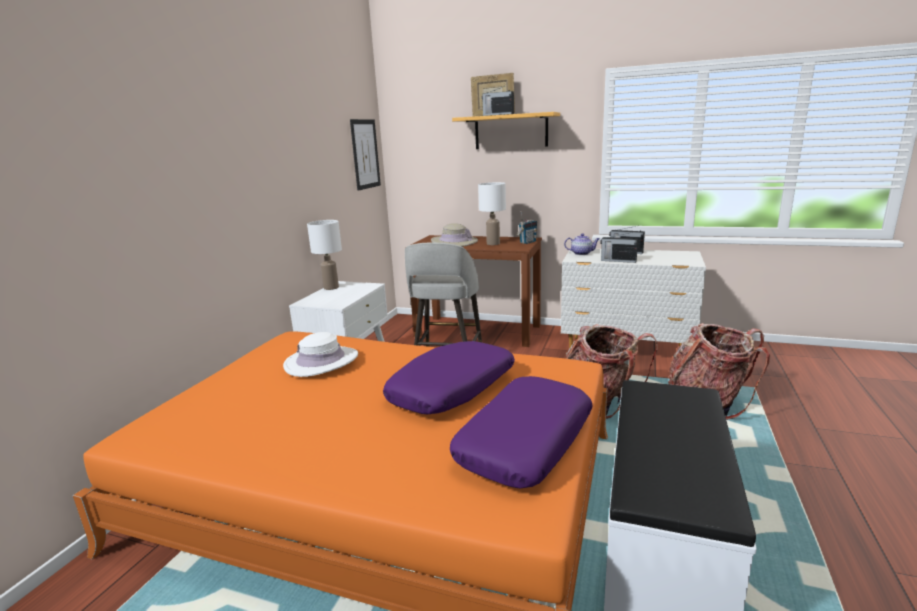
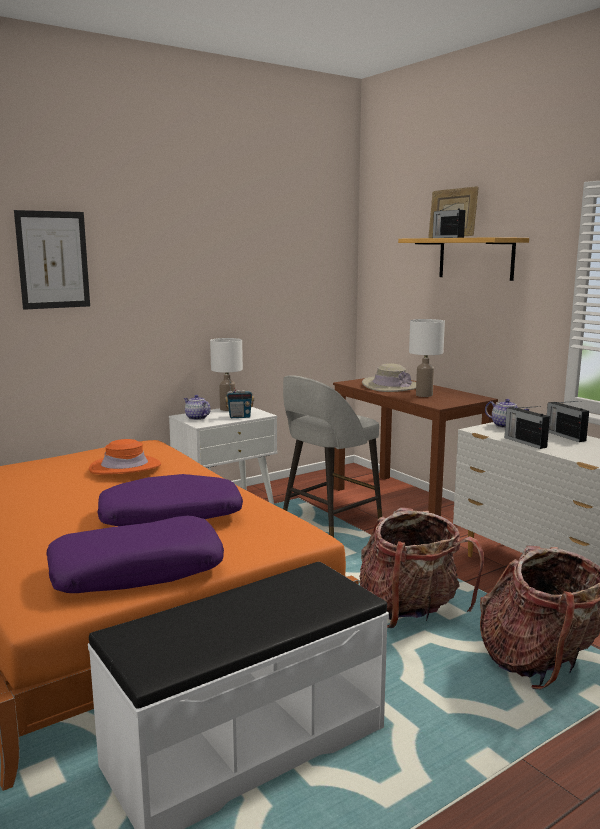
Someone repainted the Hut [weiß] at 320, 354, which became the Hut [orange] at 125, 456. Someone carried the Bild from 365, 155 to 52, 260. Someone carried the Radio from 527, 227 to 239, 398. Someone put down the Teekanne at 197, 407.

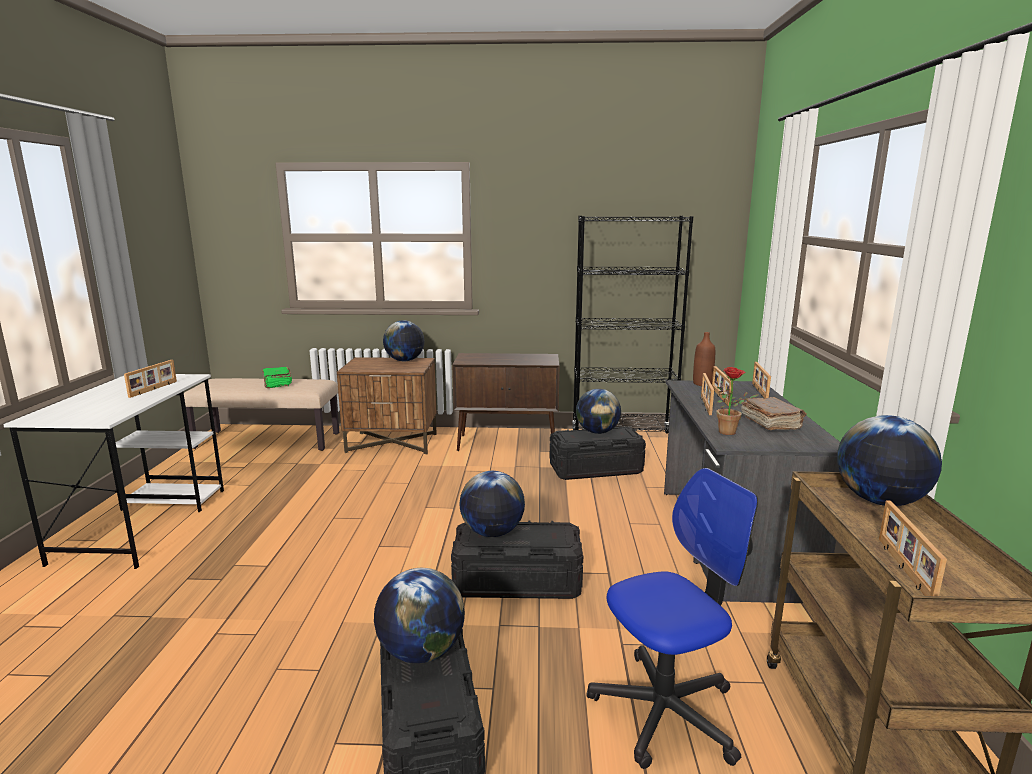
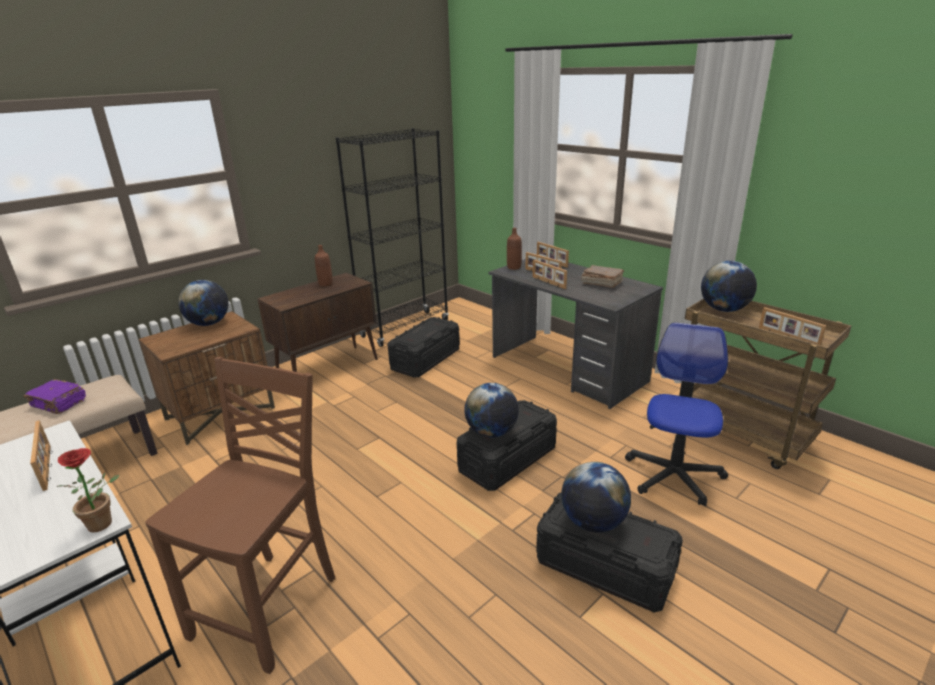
Someone repainted the Buch [grün] at 277, 377, which became the Buch [lila] at 54, 396. Someone took away the Globus at 598, 411. Someone carried the Topfpflanze from 737, 401 to 88, 490. Someone put down the Stuhl [braun] at 240, 515. Someone put down the Flasche [braun] at 324, 265.

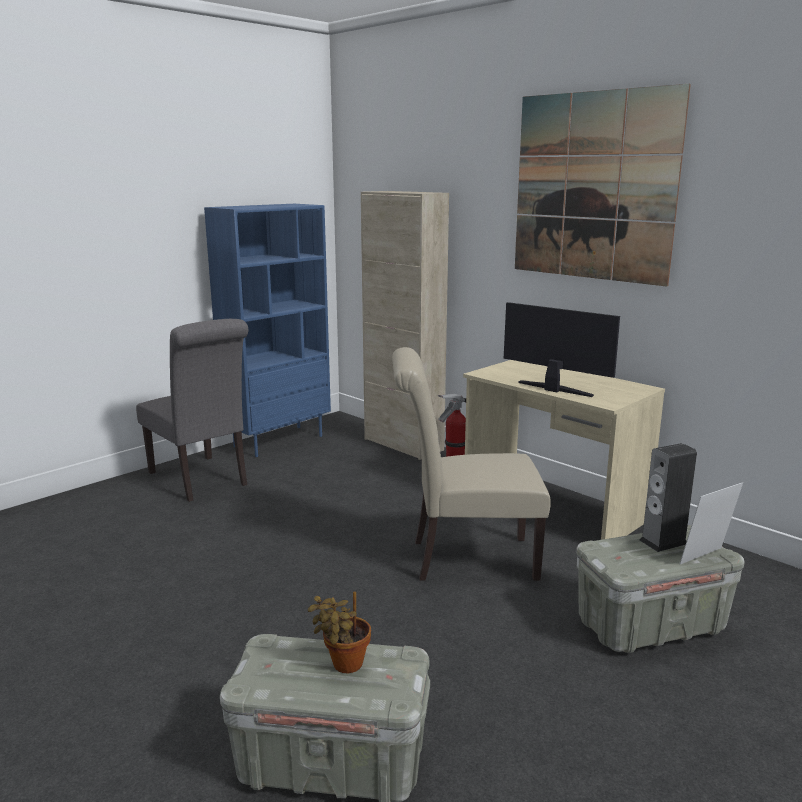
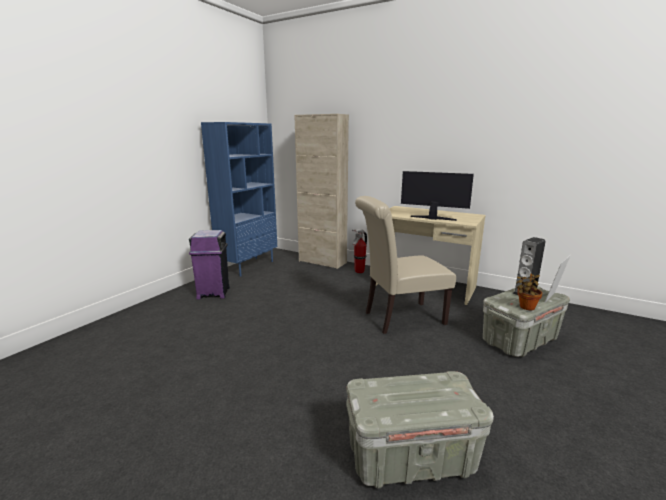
Someone swapped the Stuhl [grau] at 192, 410 for the Mülleimer [lila] at 209, 264. Someone carried the Topfpflanze from 339, 632 to 529, 291. Someone took away the Bild at 603, 185.

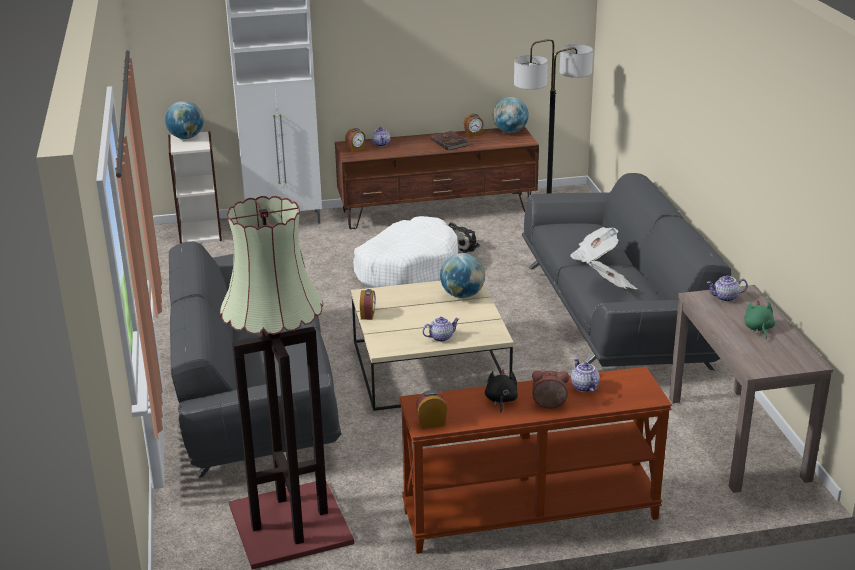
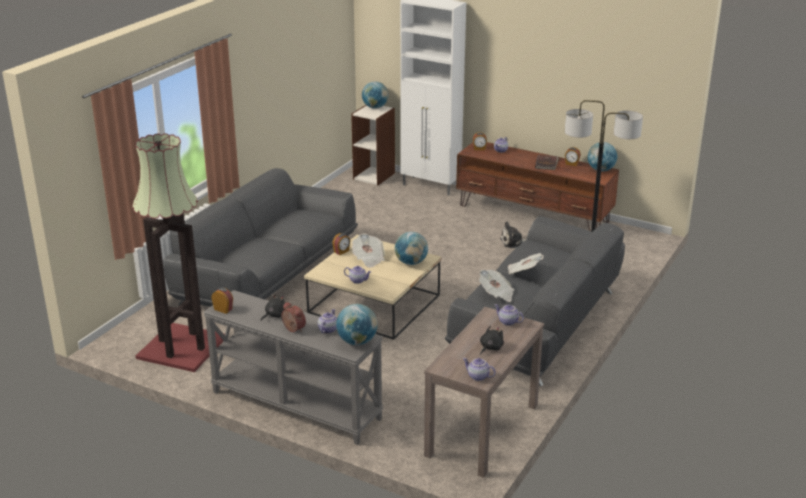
Someone took away the Hundebett [weiß] at 405, 252. Someone repainted the Konsolentisch [braun] at 535, 460, which became the Konsolentisch [grau] at 293, 367. Someone repainted the Plüschtier [grün] at 760, 319, which became the Plüschtier [schwarz] at 492, 340. Someone put down the Globus at 357, 324. Someone put down the Zeitung at 368, 251. Someone put down the Teekanne at 479, 369.

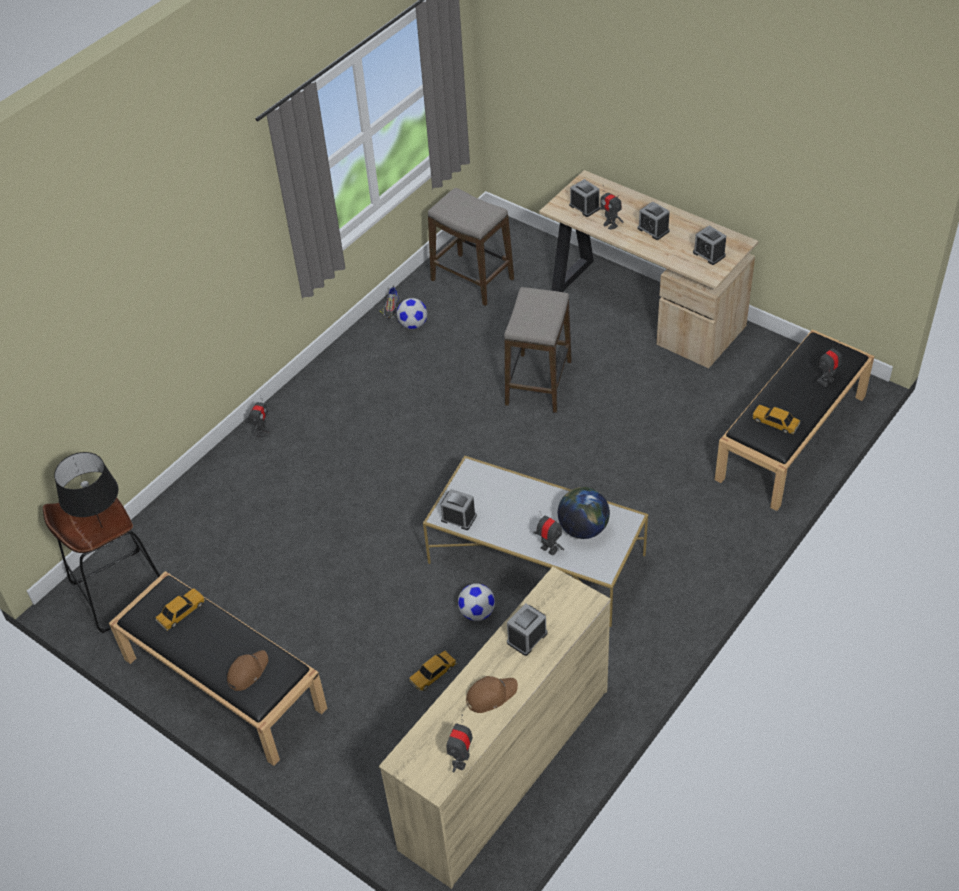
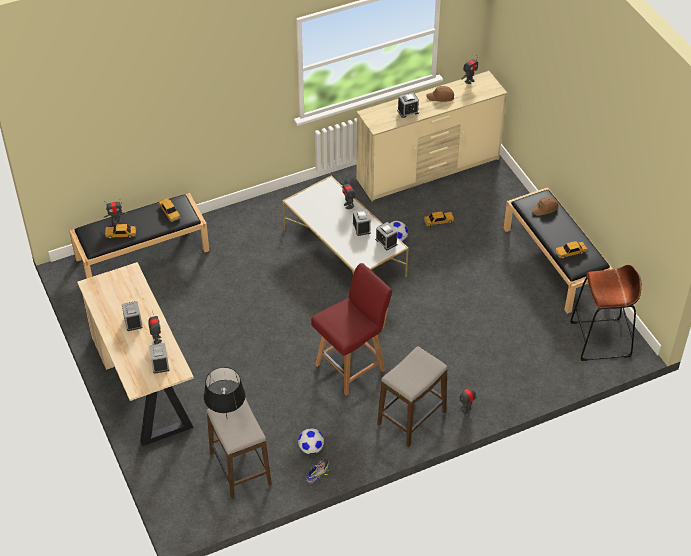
Someone carried the Tischlampe [schwarz] from 86, 490 to 224, 391. Someone carried the Hocker from 538, 350 to 412, 396. Someone took away the Globus at 584, 513. Someone carried the Wecker from 709, 245 to 362, 222. Someone put down the Spielzeugauto at 120, 231. Someone put down the Stuhl [rot] at 351, 329.

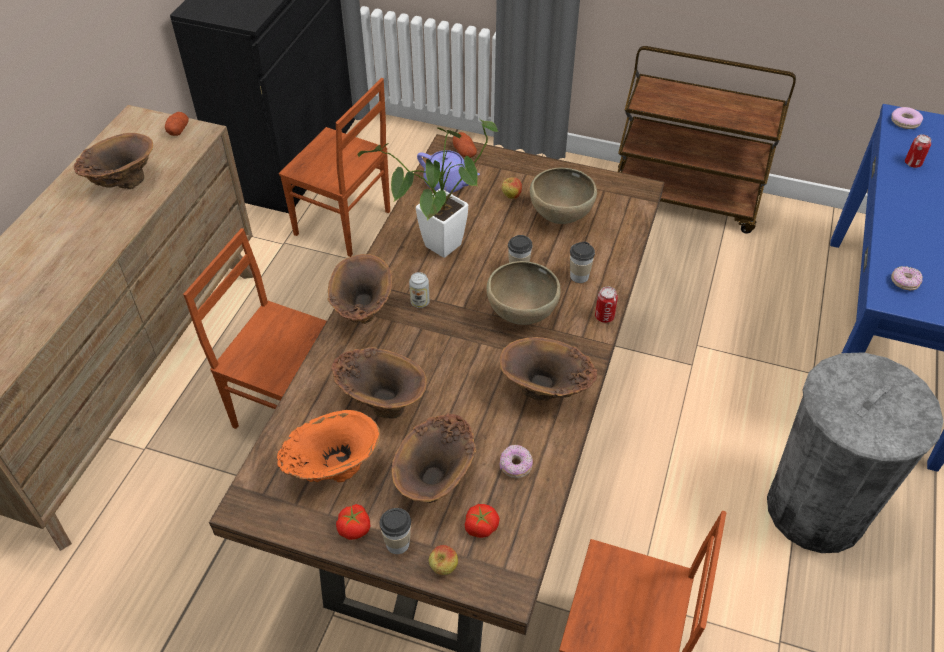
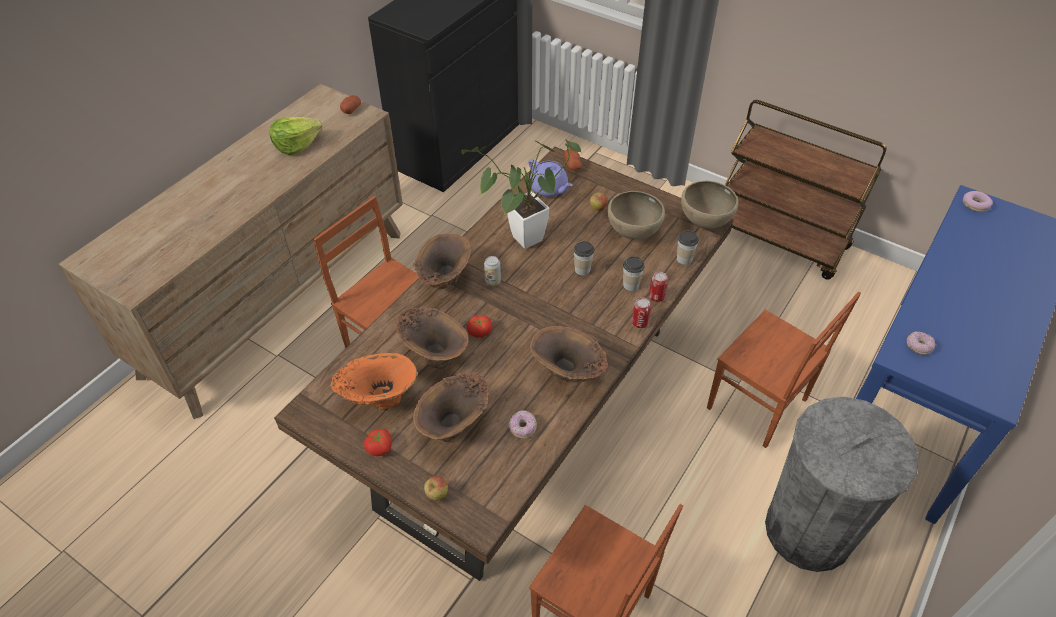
Someone swapped the Vase [braun] at 113, 161 for the Salatkopf at 296, 136. Someone carried the Stuhl [braun] from 334, 167 to 784, 370. Someone carried the Tasse from 395, 531 to 688, 248. Someone carried the Tomate from 482, 521 to 480, 326. Someone carried the Schüssel [braun] from 523, 293 to 710, 204. Someone carried the Dose from 918, 151 to 658, 287.

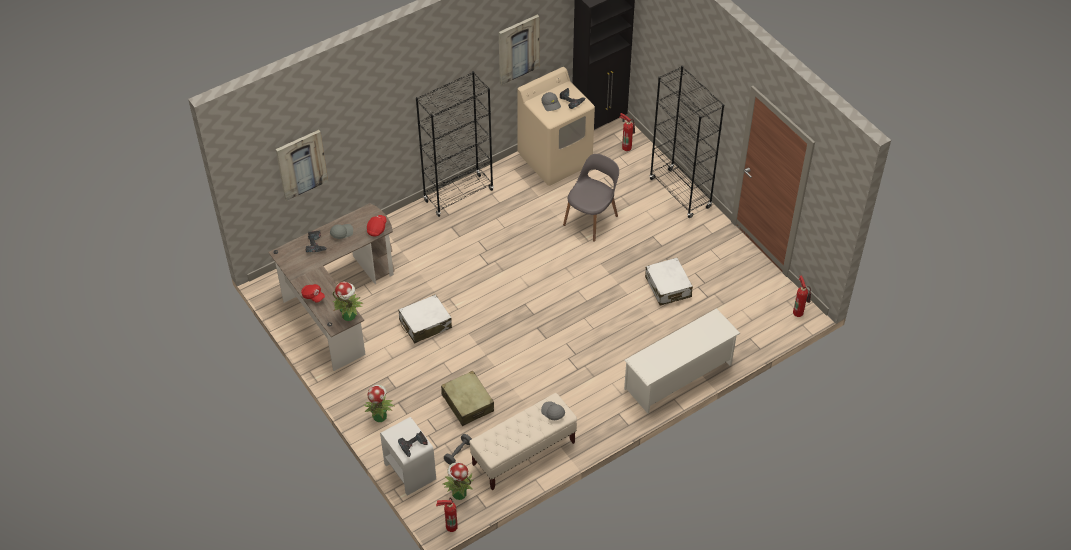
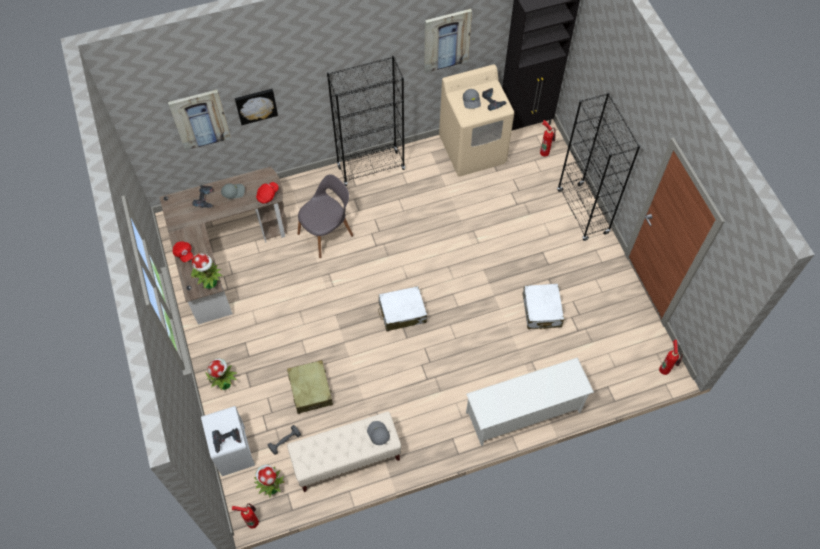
Someone carried the Koffer [weiß] from 425, 318 to 402, 308. Someone carried the Stuhl [grau] from 591, 198 to 325, 216. Someone put up the Bild at 256, 107.

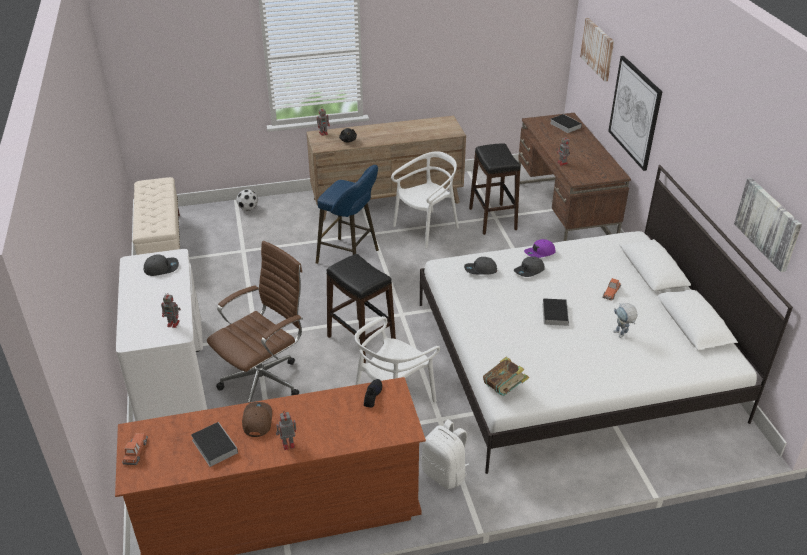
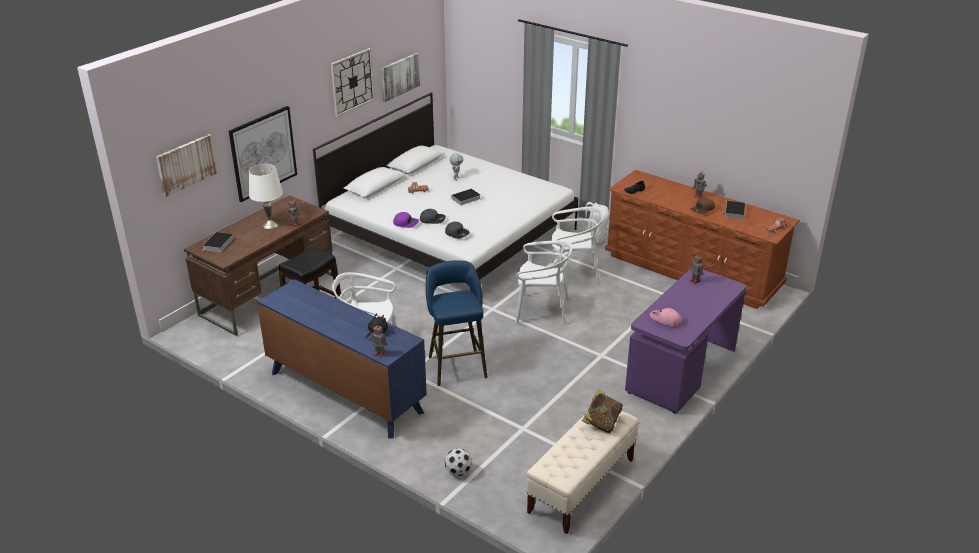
Someone repainted the Schreibtisch [weiß] at 161, 335, which became the Schreibtisch [lila] at 685, 341. Someone repainted the Kappe [grau] at 161, 265, which became the Kappe [rosa] at 665, 317. Someone took away the Bürostuhl [braun] at 255, 322. Someone repainted the Kommode [braun] at 386, 168, which became the Kommode [blau] at 342, 359. Someone swapped the Hocker [schwarz] at 361, 308 for the Stuhl [weiß] at 543, 282. Someone carried the Buch from 506, 376 to 602, 411. Someone put down the Tischlampe [weiß] at 266, 196. Someone put up the Wanduhr at 353, 82.

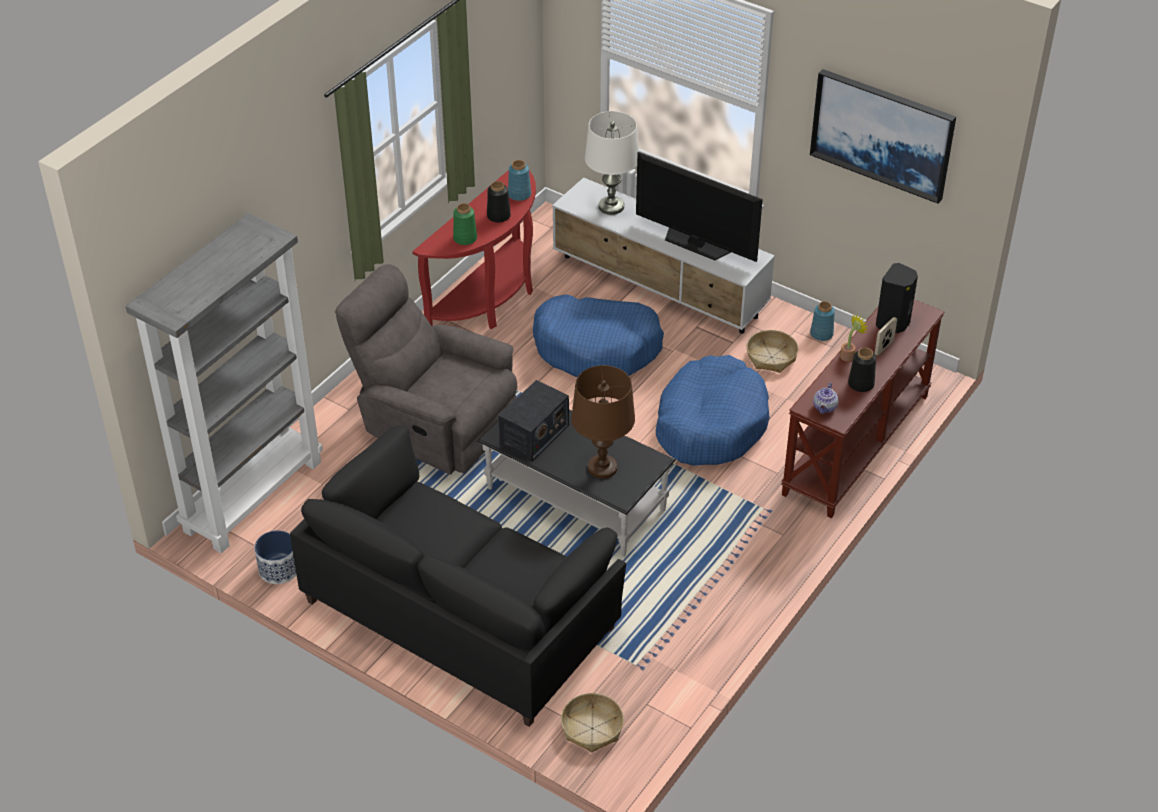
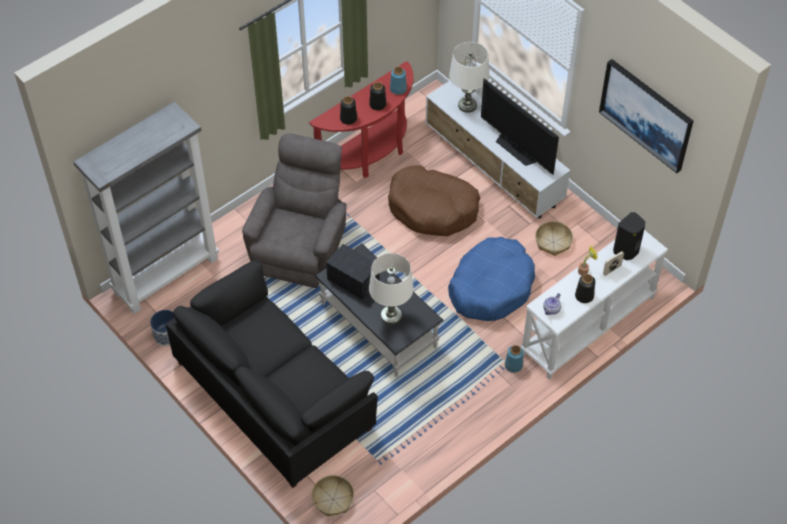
Someone rotated the Sessel [grau] at 426, 369 by 60 degrees clockwise. Someone repainted the Vase [grün] at 465, 224, which became the Vase [schwarz] at 348, 110. Someone rotated the Radio at 533, 420 by 105 degrees counterclockwise. Someone repainted the Hundebett [blau] at 598, 335, which became the Hundebett [braun] at 434, 200. Someone repainted the Tischlampe [braun] at 603, 422, which became the Tischlampe [weiß] at 391, 289. Someone repainted the Konsolentisch [braun] at 862, 408, which became the Konsolentisch [weiß] at 594, 305. Someone carried the Vase [blau] from 822, 321 to 514, 359.

